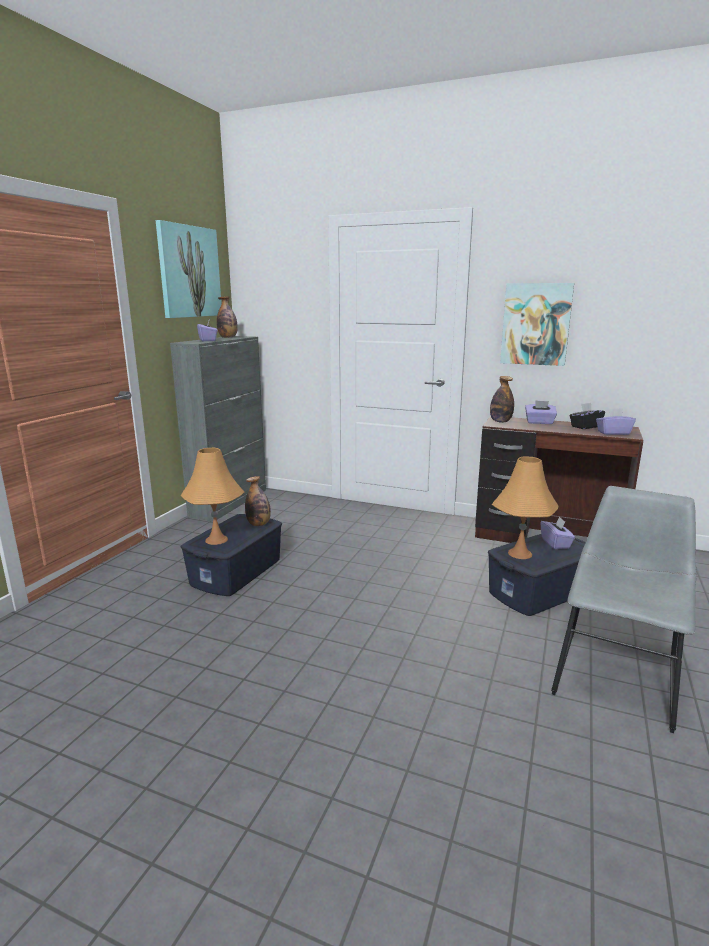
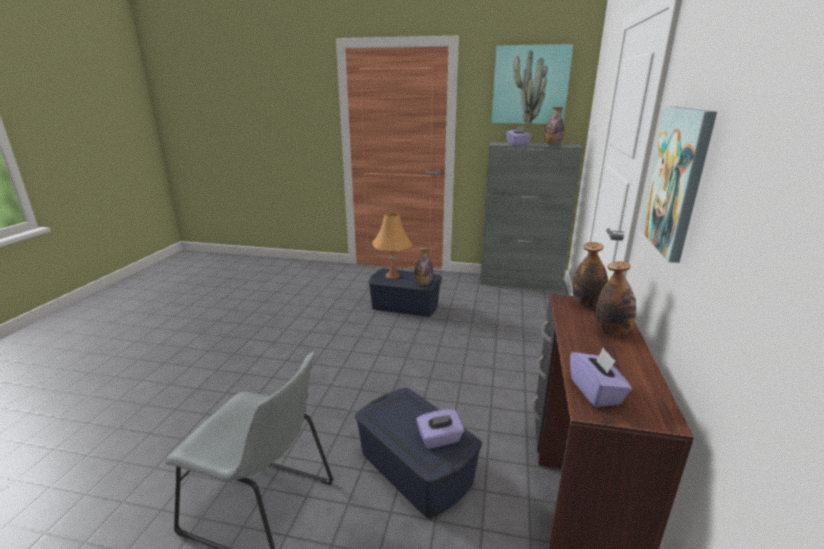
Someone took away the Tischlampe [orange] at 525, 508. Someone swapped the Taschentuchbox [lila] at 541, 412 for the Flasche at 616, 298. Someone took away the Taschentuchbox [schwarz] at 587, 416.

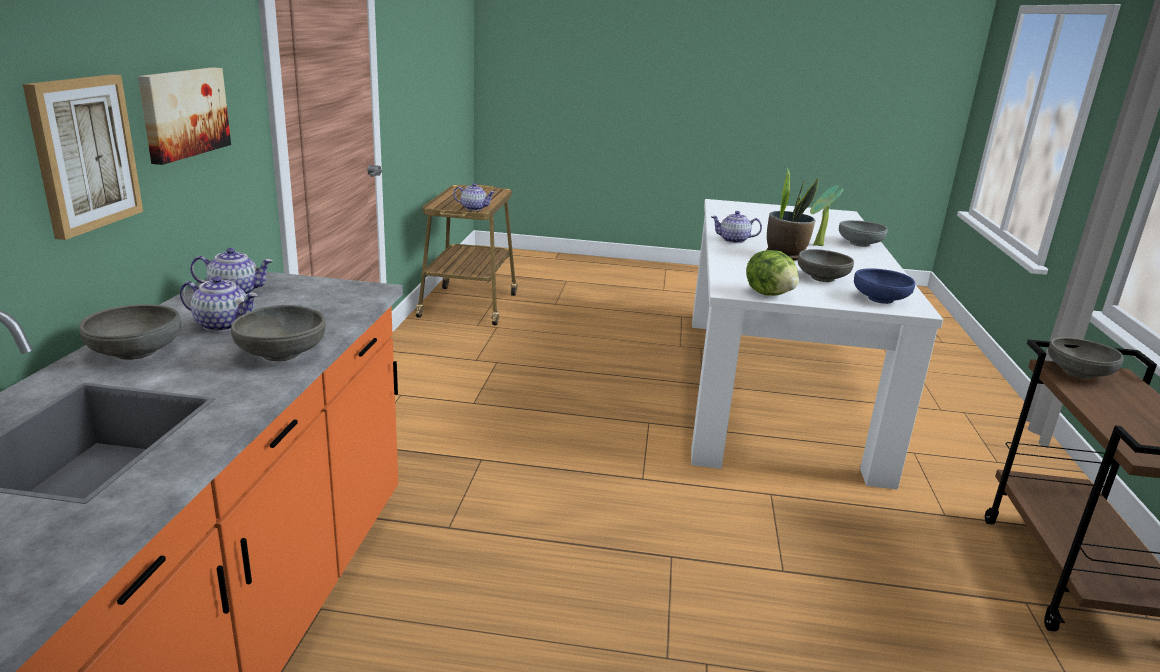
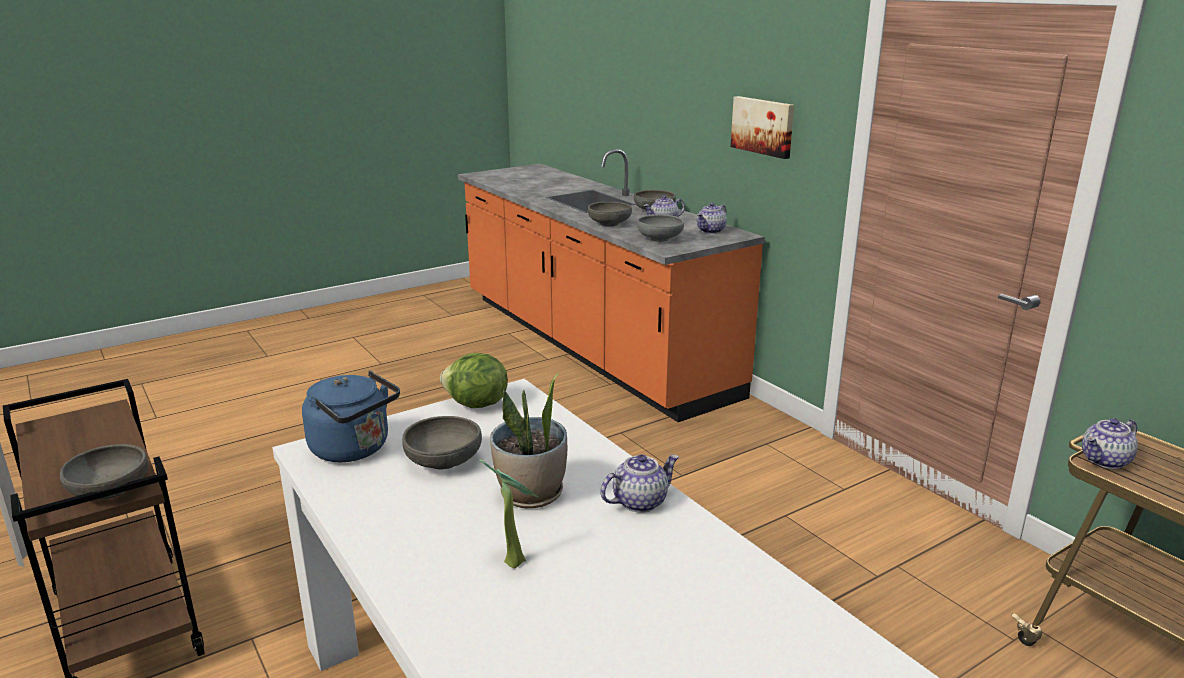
Someone took away the Bild at 83, 157. Someone carried the Schüssel [grau] from 863, 233 to 660, 228. Someone swapped the Schüssel [blau] at 884, 286 for the Wasserkessel [blau] at 351, 416.

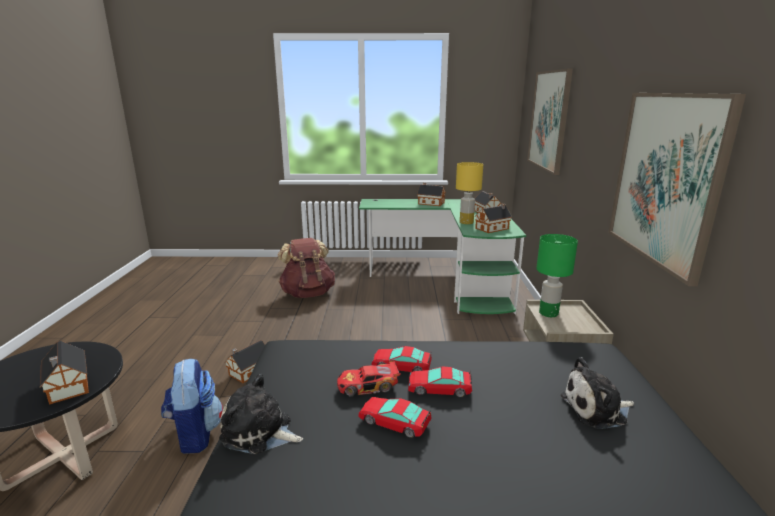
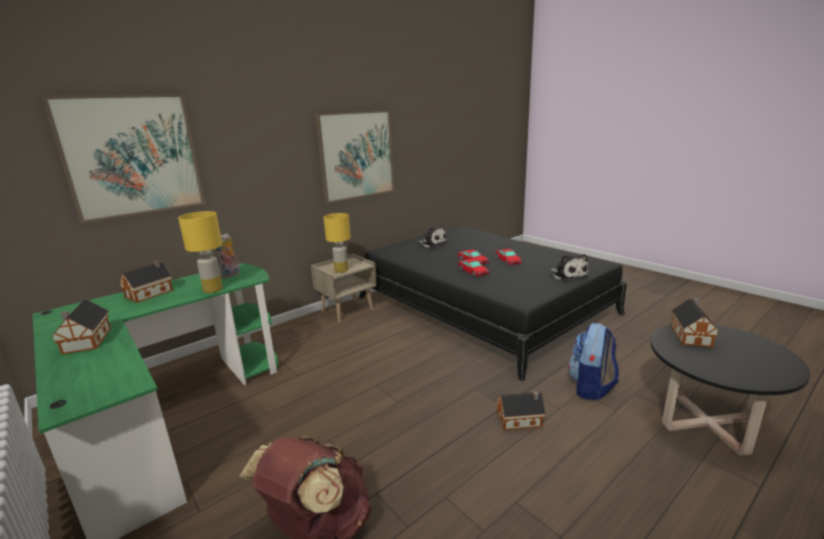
Someone took away the Spielzeugauto at 369, 378. Someone swapped the Spielzeughaus at 493, 218 for the Plüschtier at 226, 256. Someone repainted the Tischlampe [grün] at 557, 275, which became the Tischlampe [gelb] at 337, 243.

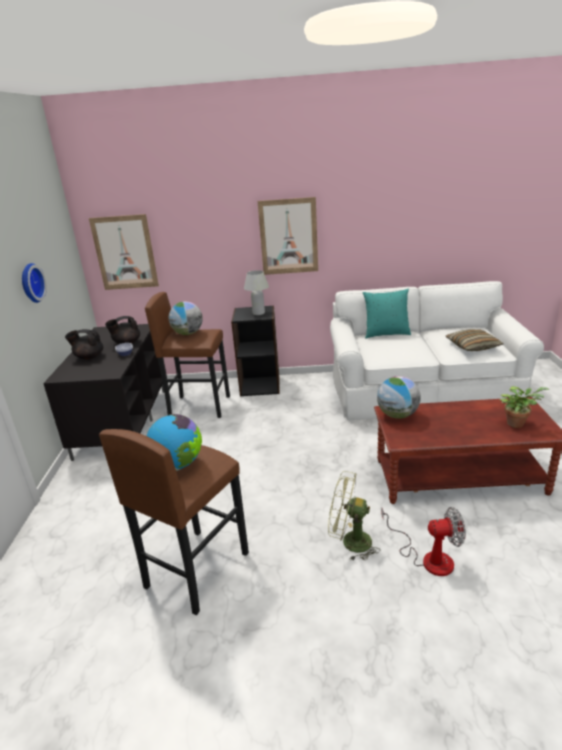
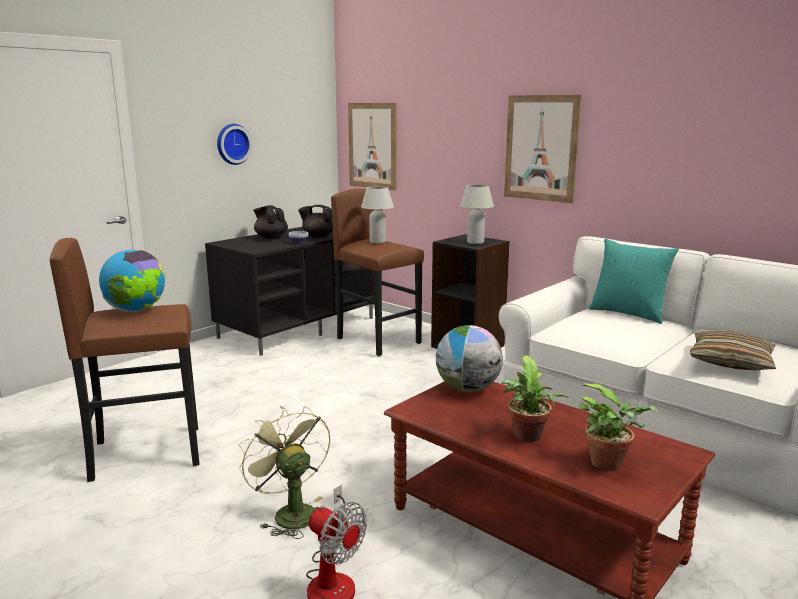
Someone swapped the Globus at 186, 318 for the Tischlampe [weiß] at 377, 215. Someone put down the Topfpflanze at 534, 398.

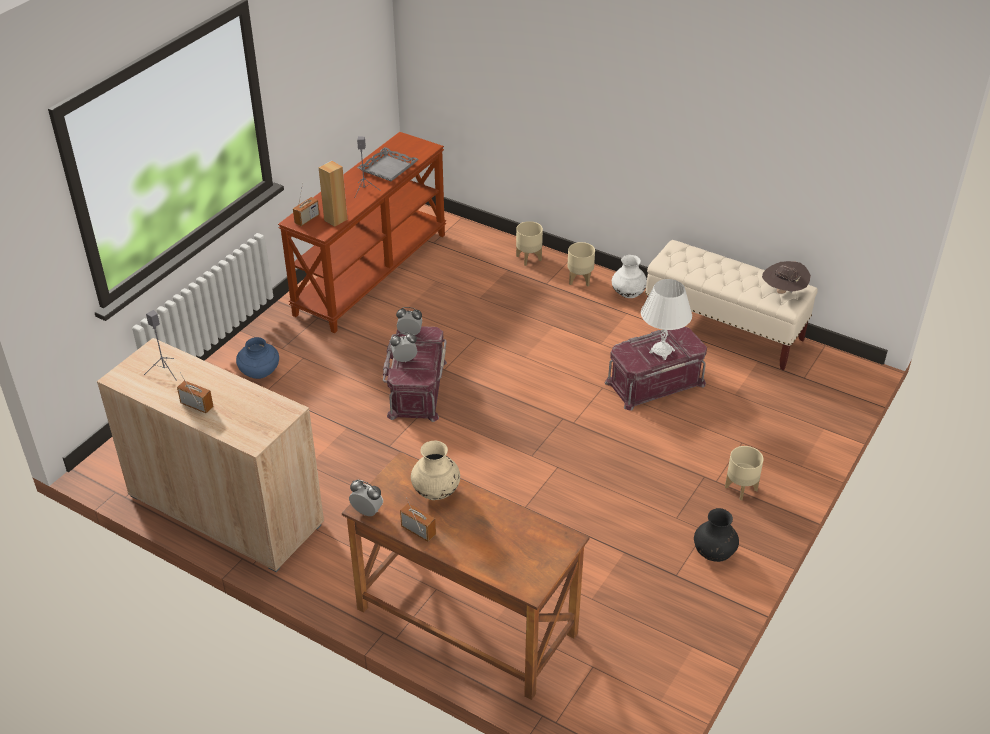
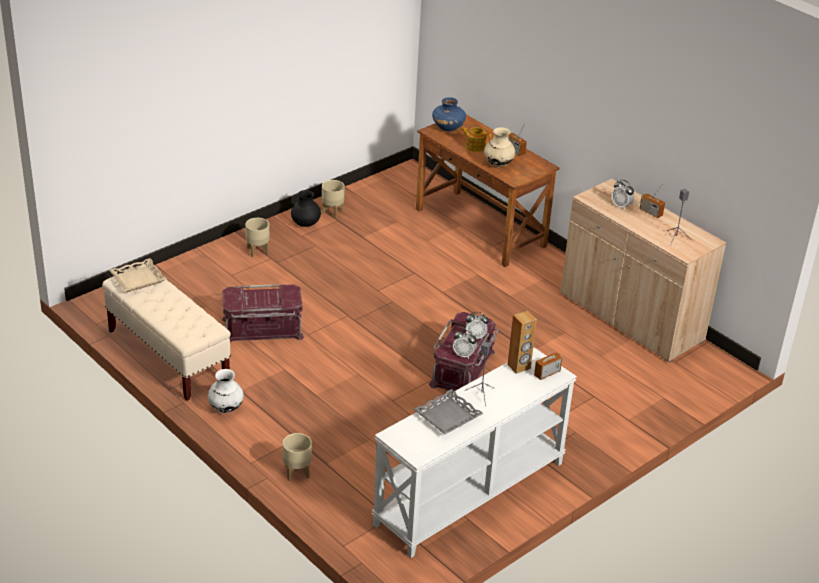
Someone carried the Vase [blau] from 257, 358 to 449, 114. Someone repainted the Konsolentisch [braun] at 362, 232, which became the Konsolentisch [weiß] at 474, 452. Someone carried the Wecker from 366, 498 to 623, 195. Someone carried the Pflanzkübel [beige] from 581, 264 to 333, 199. Someone took away the Tischlampe [weiß] at 666, 319. Someone swapped the Hut [braun] at 786, 277 for the Tablett [beige] at 137, 275. Someone put down the Teekanne at 476, 139.

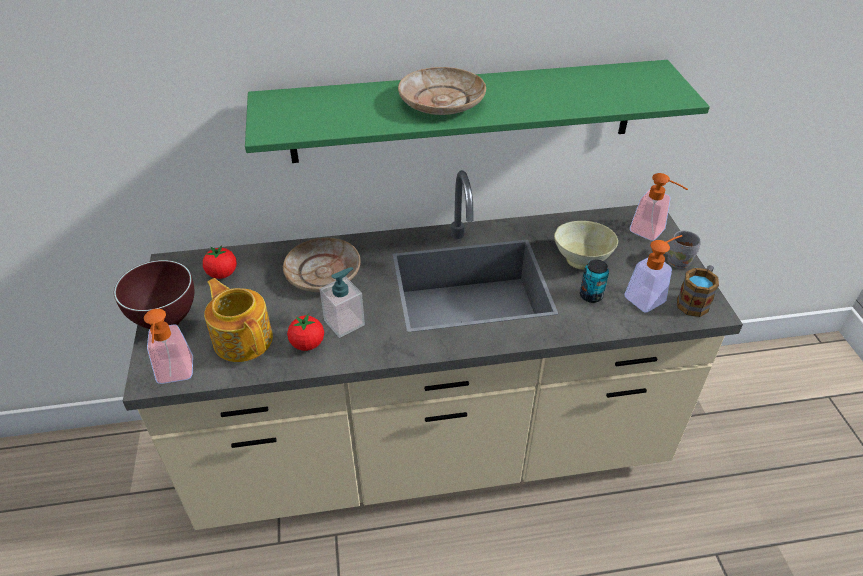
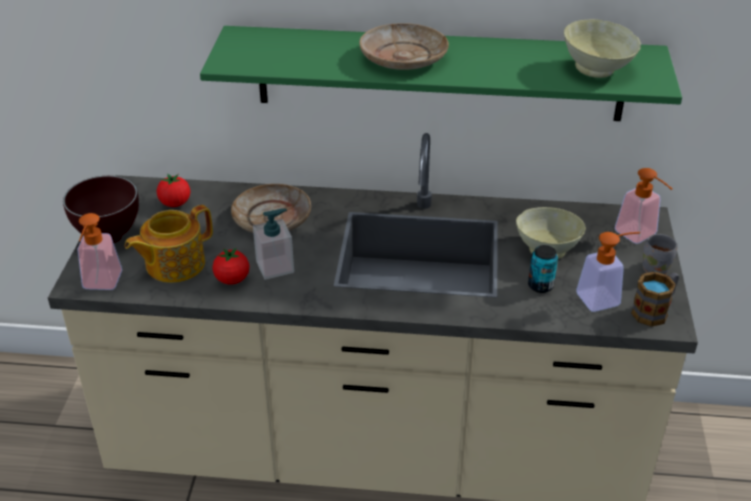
Someone rotated the Teekanne at 238, 320 by 105 degrees counterclockwise. Someone put down the Schüssel [beige] at 602, 48.

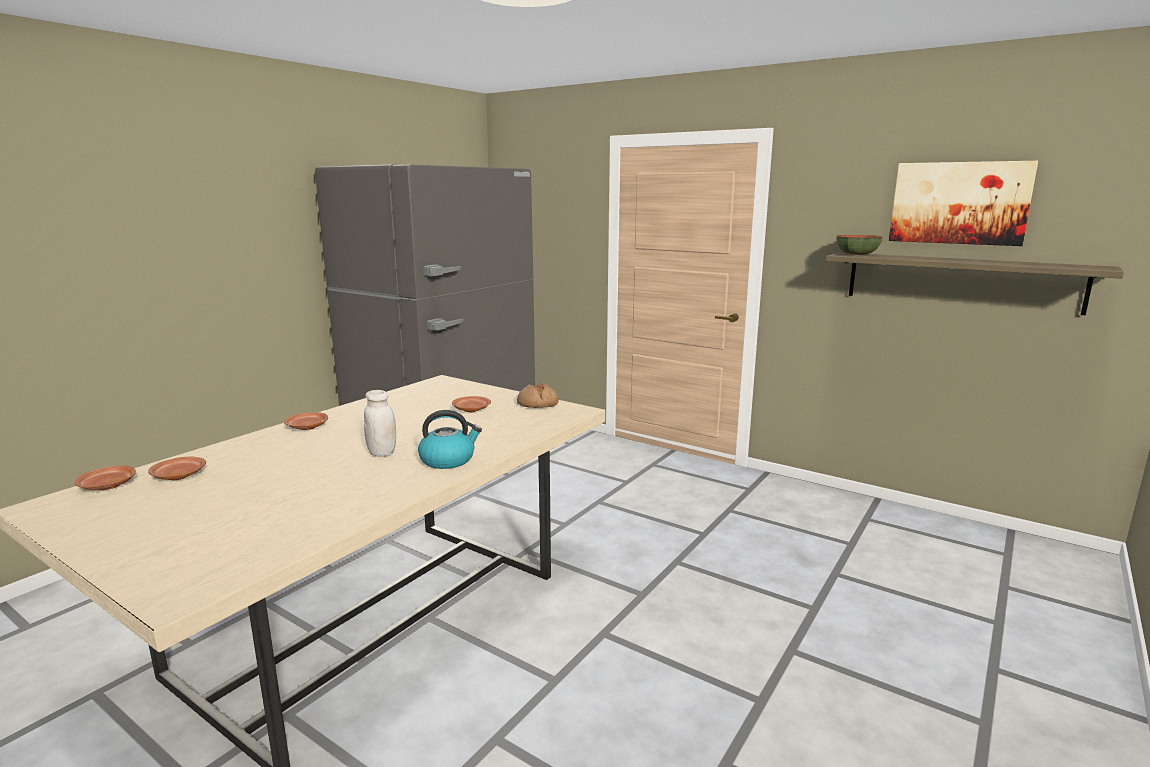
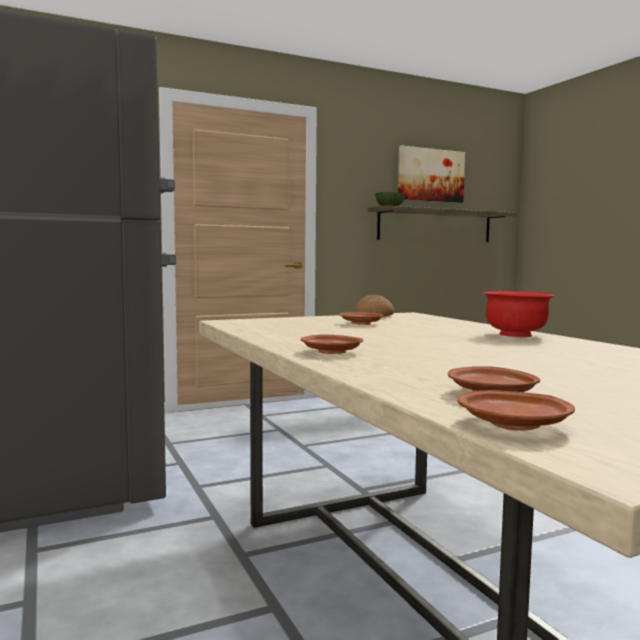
Someone took away the Vorratsglas [weiß] at 380, 423. Someone swapped the Wasserkessel at 450, 439 for the Schüssel [rot] at 519, 314.

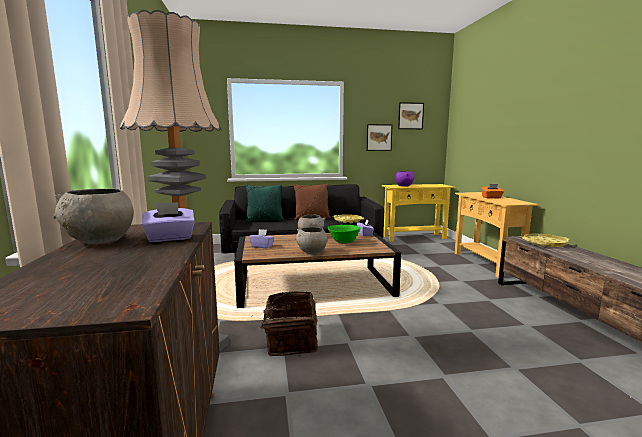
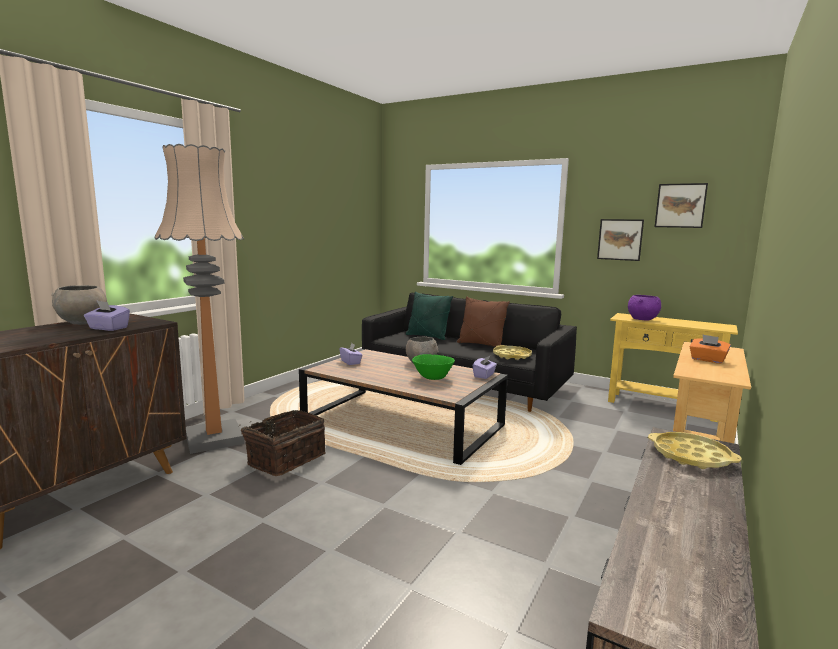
Someone took away the Schüssel [grau] at 311, 240.

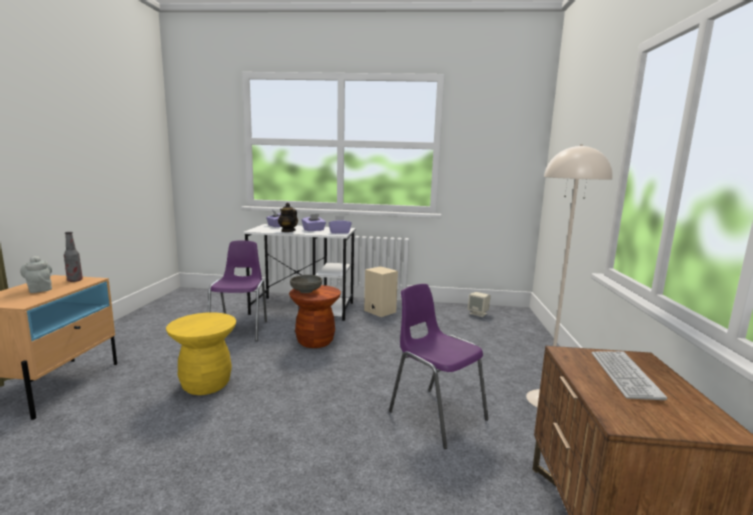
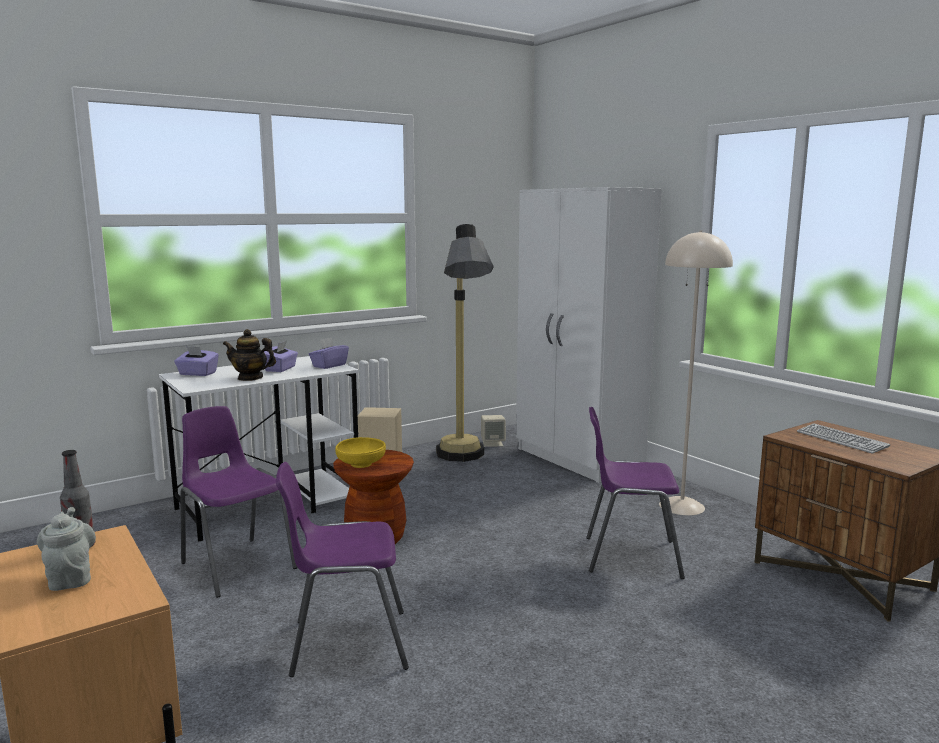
Someone rotated the Teekanne [grau] at 36, 274 by 60 degrees clockwise. Someone swapped the Hocker [gelb] at 201, 353 for the Stuhl [lila] at 342, 569. Someone repainted the Schüssel [grau] at 306, 284, which became the Schüssel [gelb] at 360, 452. Someone put down the Stehlampe at 465, 343. Someone put down the Kleiderschrank [weiß] at 589, 335.

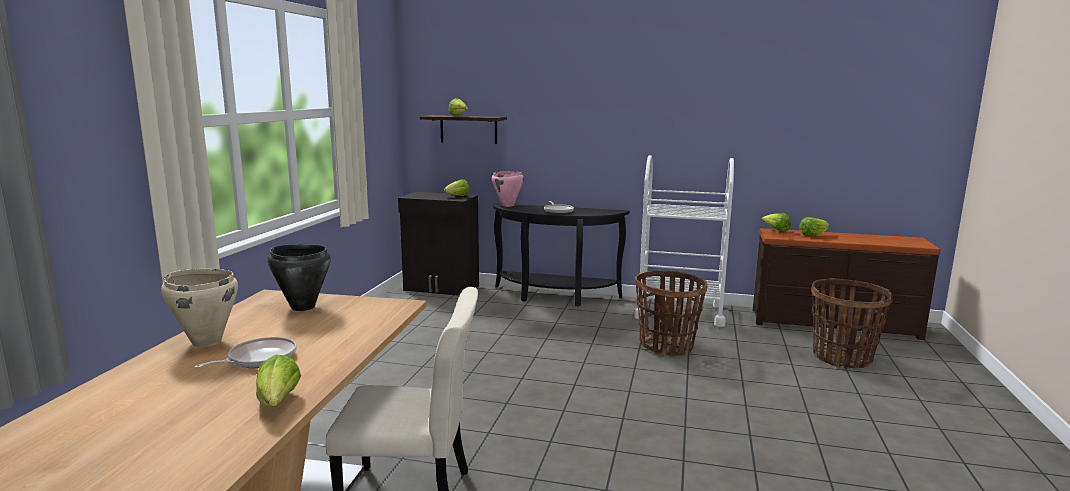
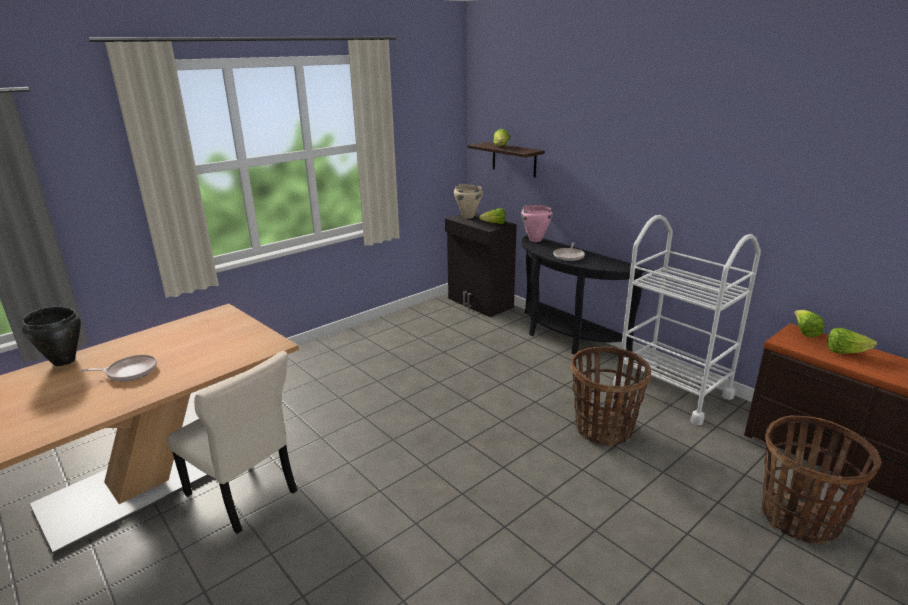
Someone carried the Kochtopf [beige] from 199, 308 to 468, 201. Someone took away the Salatkopf at 278, 381. Someone carried the Kochtopf [schwarz] from 299, 277 to 51, 336.

